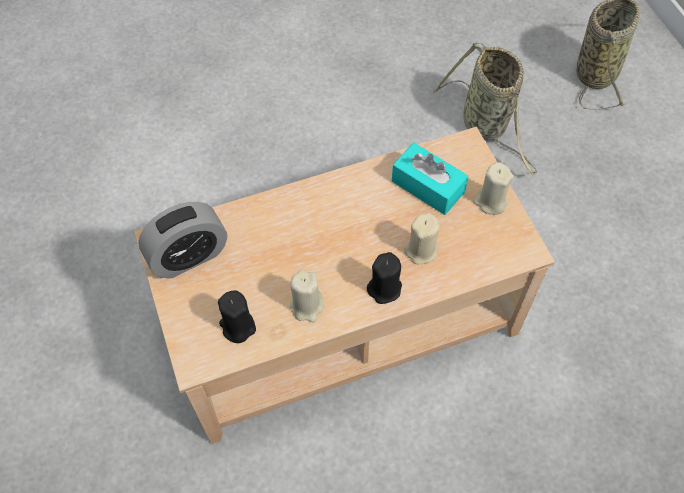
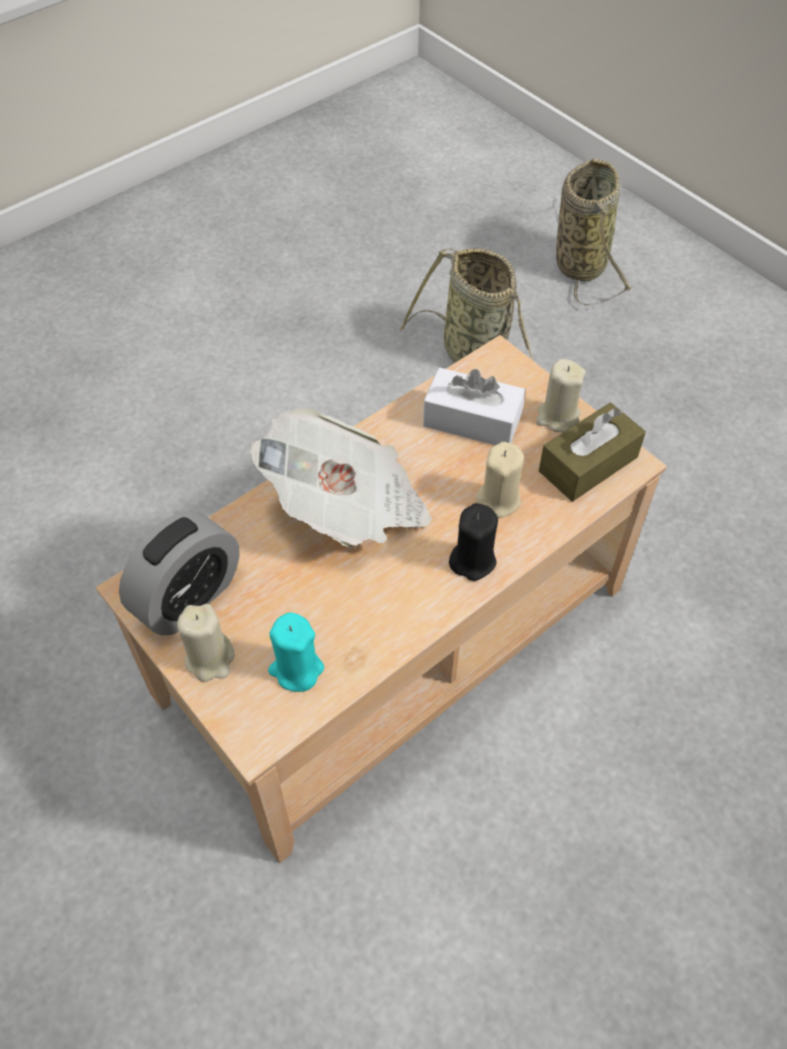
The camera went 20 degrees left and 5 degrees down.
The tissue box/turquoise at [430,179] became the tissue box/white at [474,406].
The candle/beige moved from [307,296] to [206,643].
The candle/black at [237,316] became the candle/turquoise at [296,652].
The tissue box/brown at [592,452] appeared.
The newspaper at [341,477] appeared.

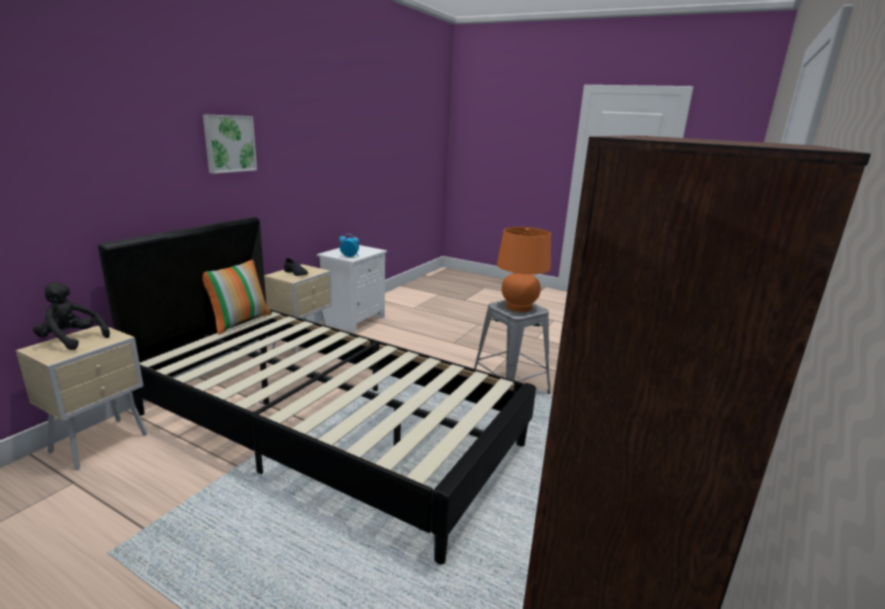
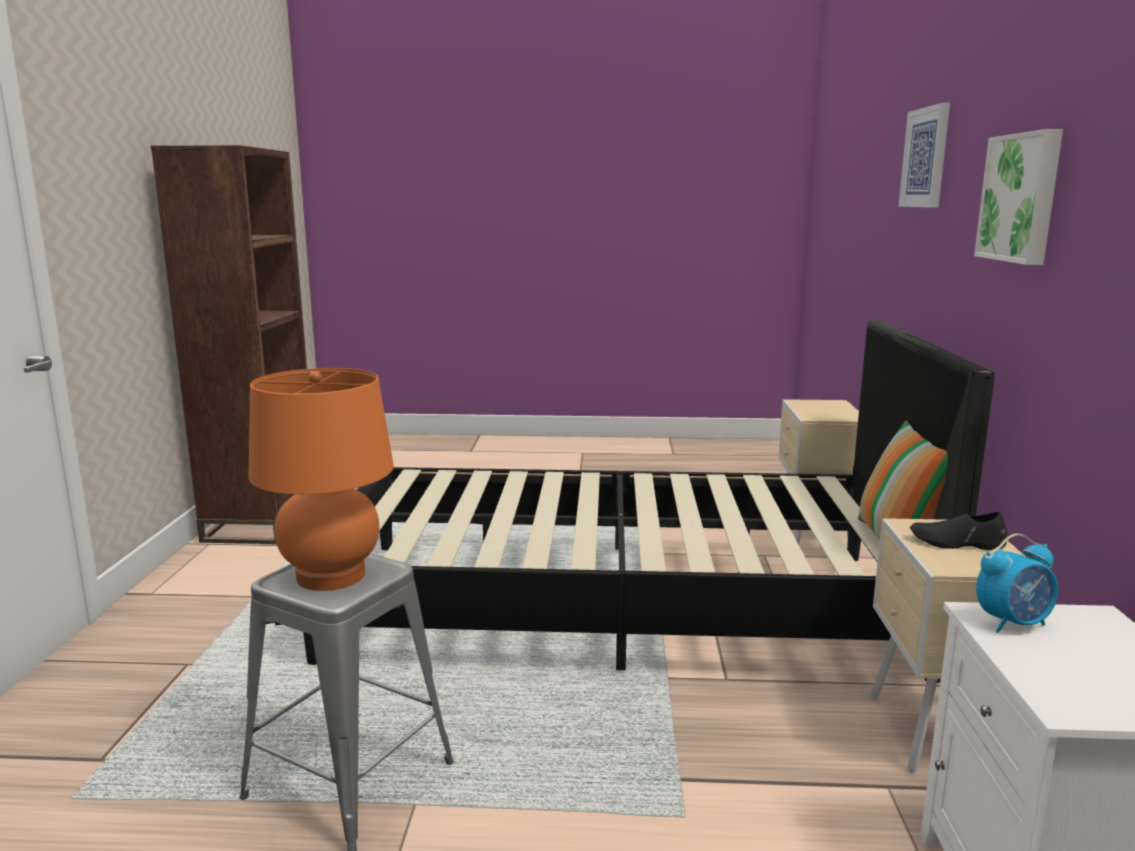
The camera went 155 degrees right and 5 degrees down.
The plush toy/black at [71,316] disappeared.
The picture at [924,155] appeared.

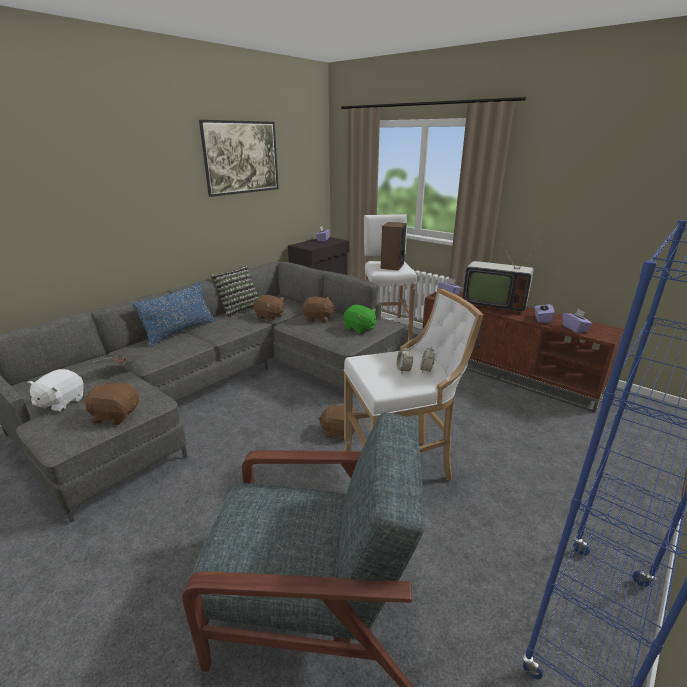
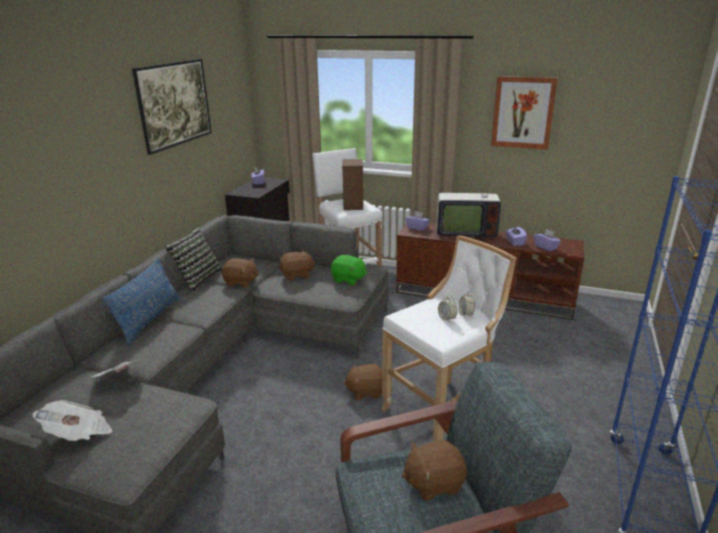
The camera went 20 degrees left and 0 degrees up.
The plush toy/white at [55,390] was replaced by the newspaper at [73,420].
The plush toy/brown moved from [111,403] to [434,470].
The picture at [524,113] appeared.

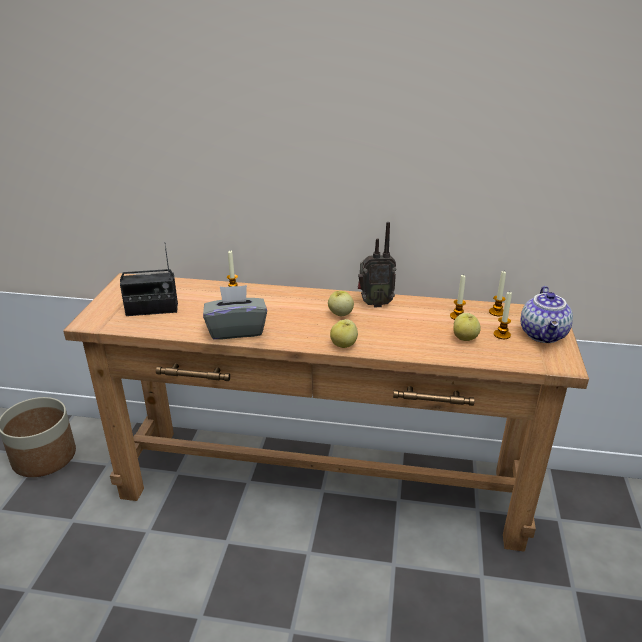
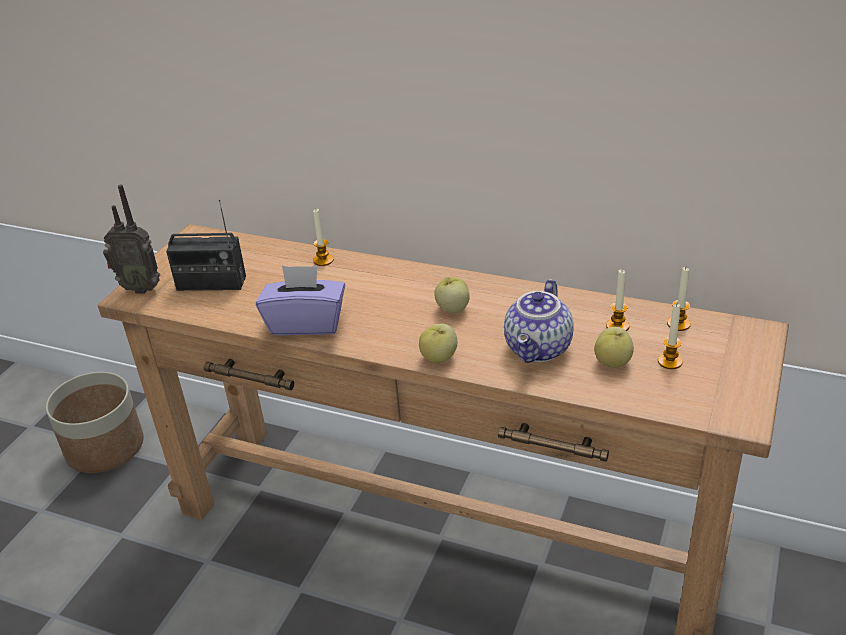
The camera went 15 degrees right and 5 degrees up.
The radio moved from [377,264] to [131,239].
The tissue box/grey at [235,312] became the tissue box/purple at [300,300].
The teapot moved from [547,314] to [539,321].

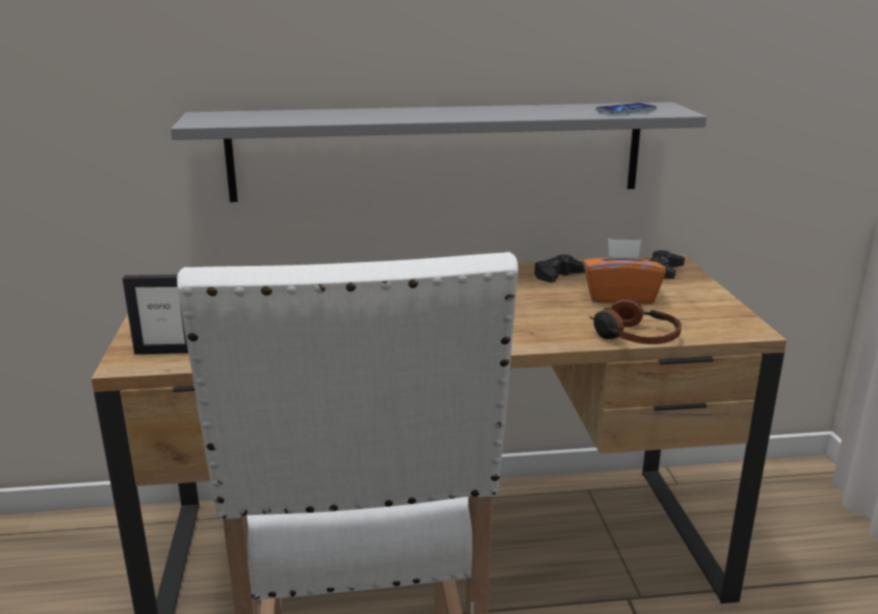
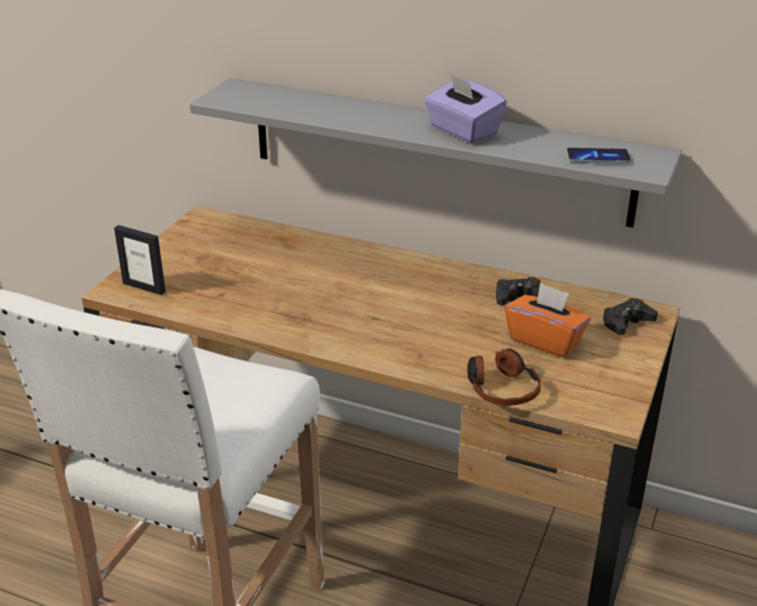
The camera went 30 degrees right and 10 degrees up.
The tissue box/purple at [465,108] appeared.

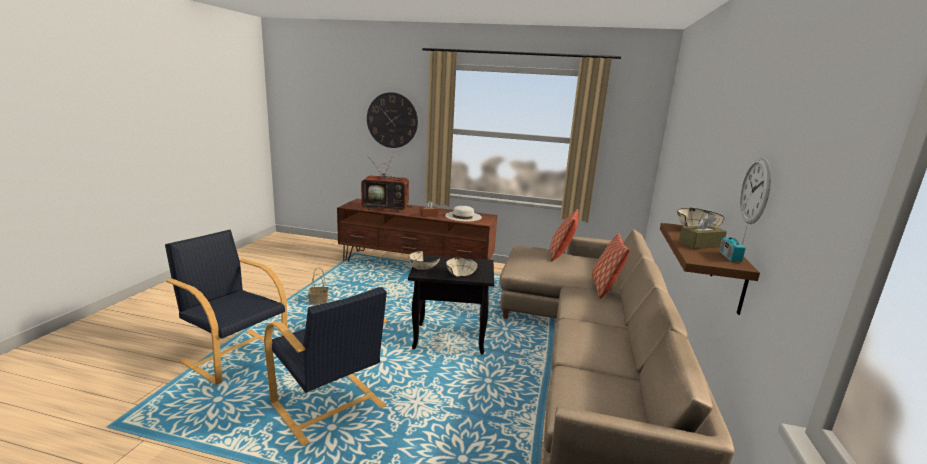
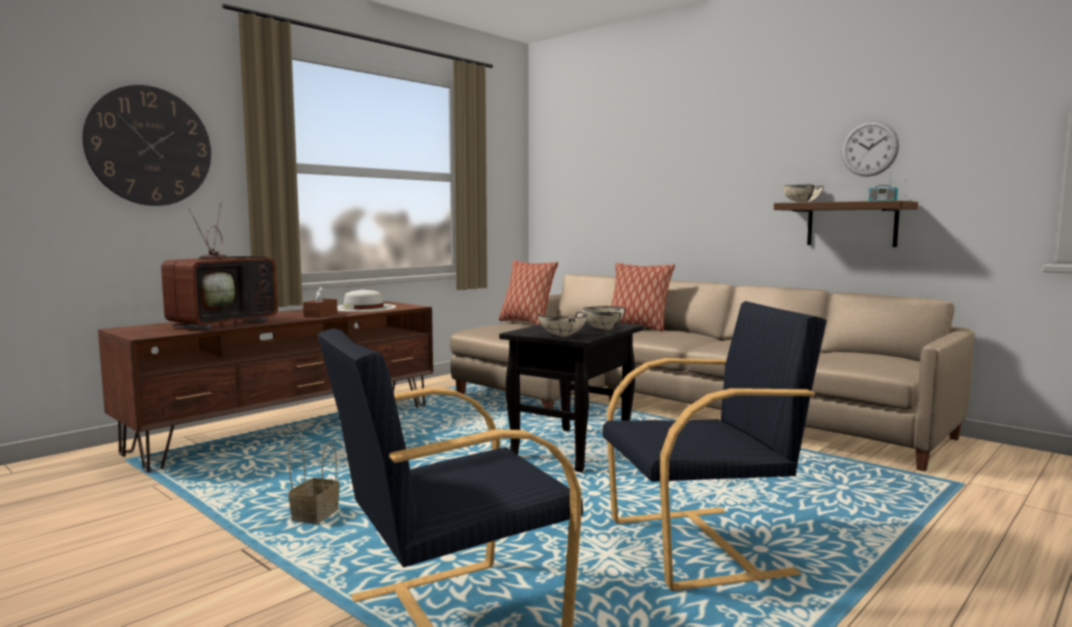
The camera went 60 degrees left and 10 degrees down.
The tissue box/brown at [703,231] disappeared.

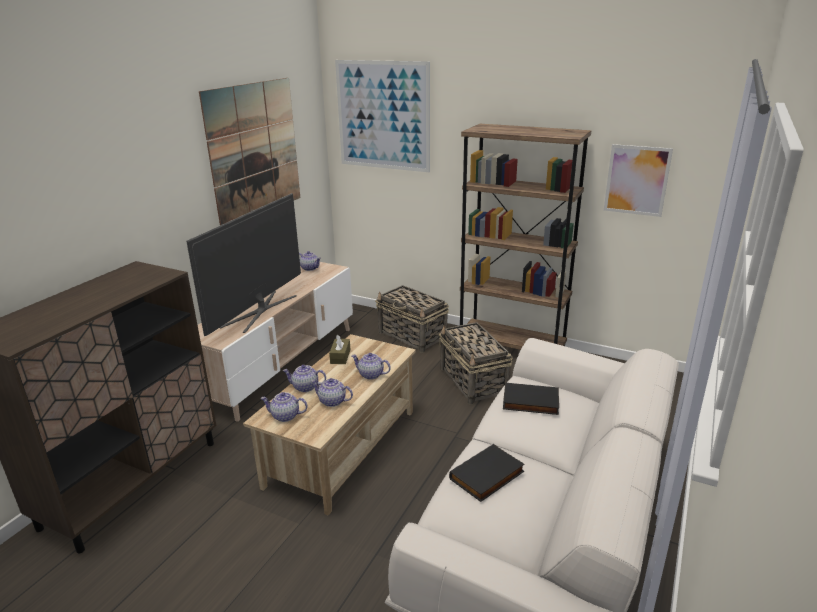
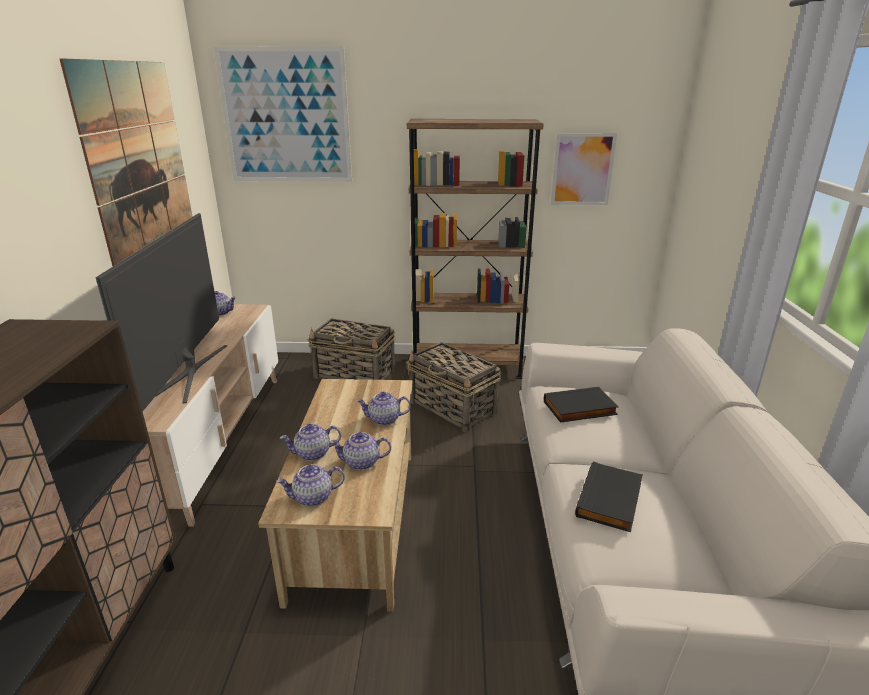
The camera went 25 degrees left and 0 degrees up.
The tissue box/brown at [339,349] disappeared.

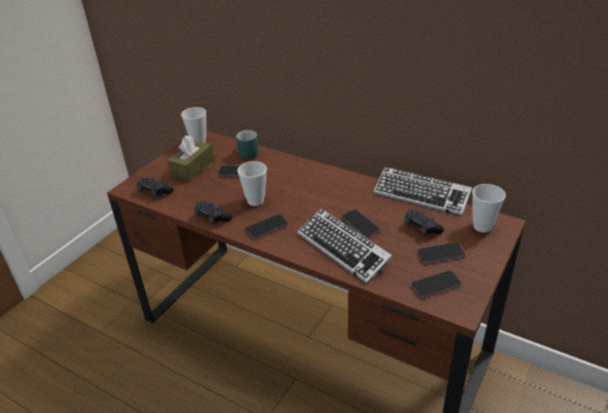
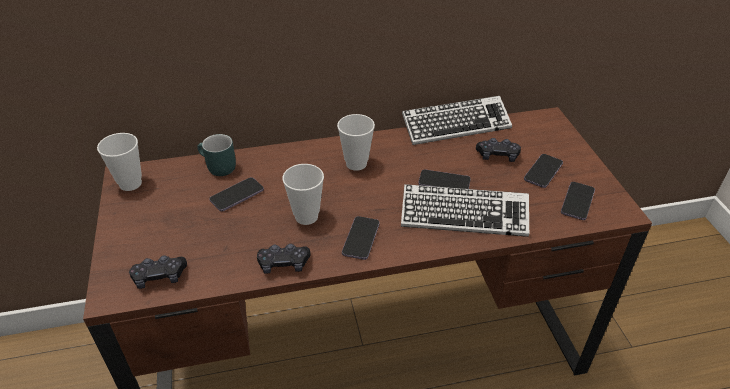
The camera went 45 degrees left and 5 degrees up.
The tissue box/brown at [191,158] disappeared.
The cup moved from [489,208] to [356,142].

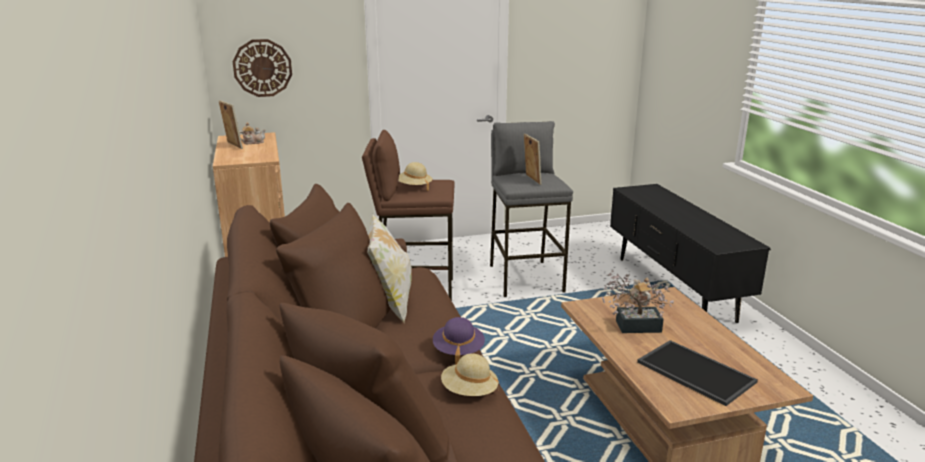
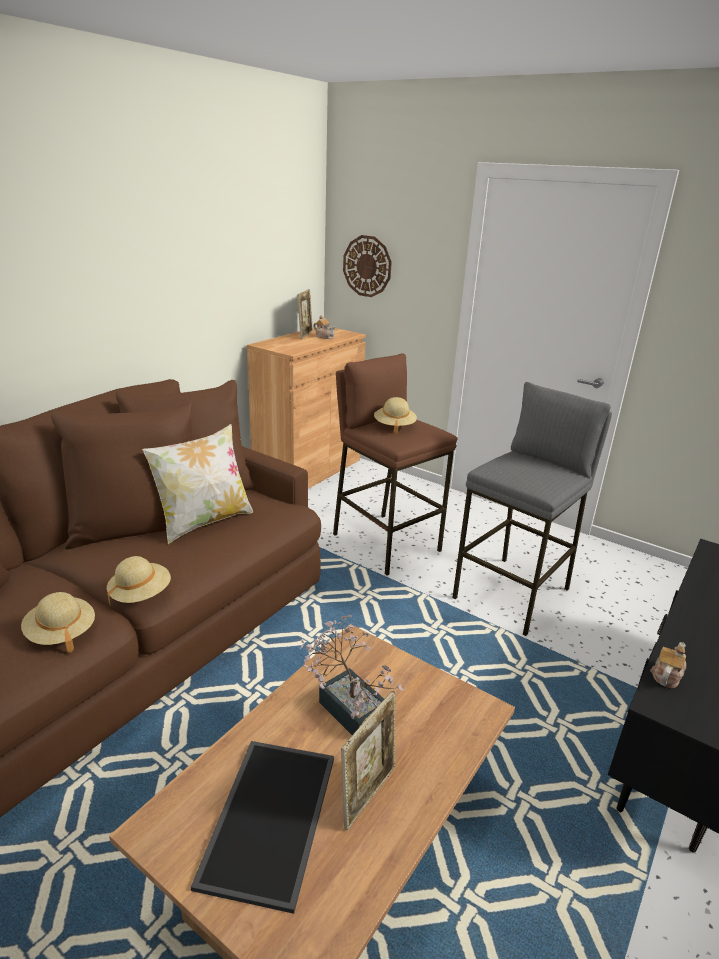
The camera went 50 degrees right and 5 degrees up.
The picture frame moved from [533,159] to [368,760].
The teapot moved from [641,292] to [668,665].
The hat/purple at [459,340] became the hat/beige at [139,580].

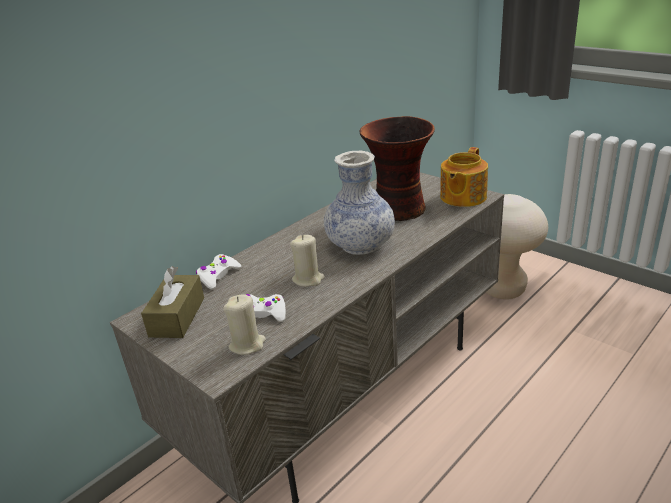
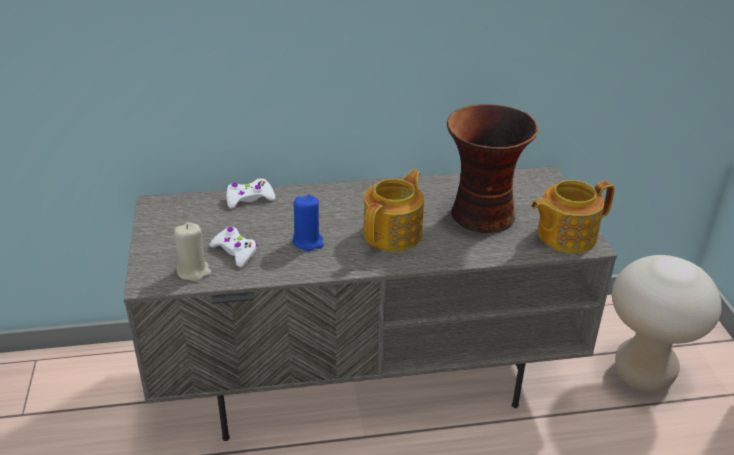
The camera went 35 degrees right and 5 degrees up.
The vase at [359,203] was replaced by the teapot at [393,210].
The candle/beige at [307,261] became the candle/blue at [308,223].
The tissue box/brown at [172,302] disappeared.

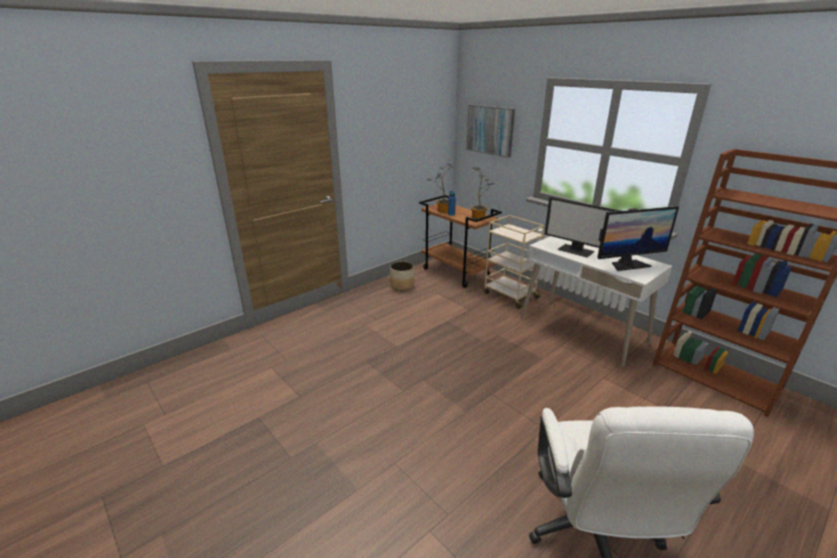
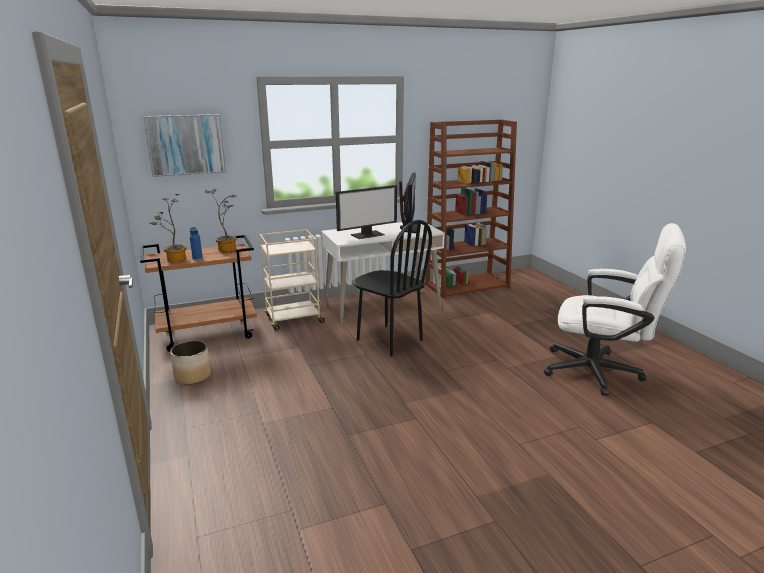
The camera went 70 degrees left and 5 degrees down.
The chair/black at [392,288] appeared.

